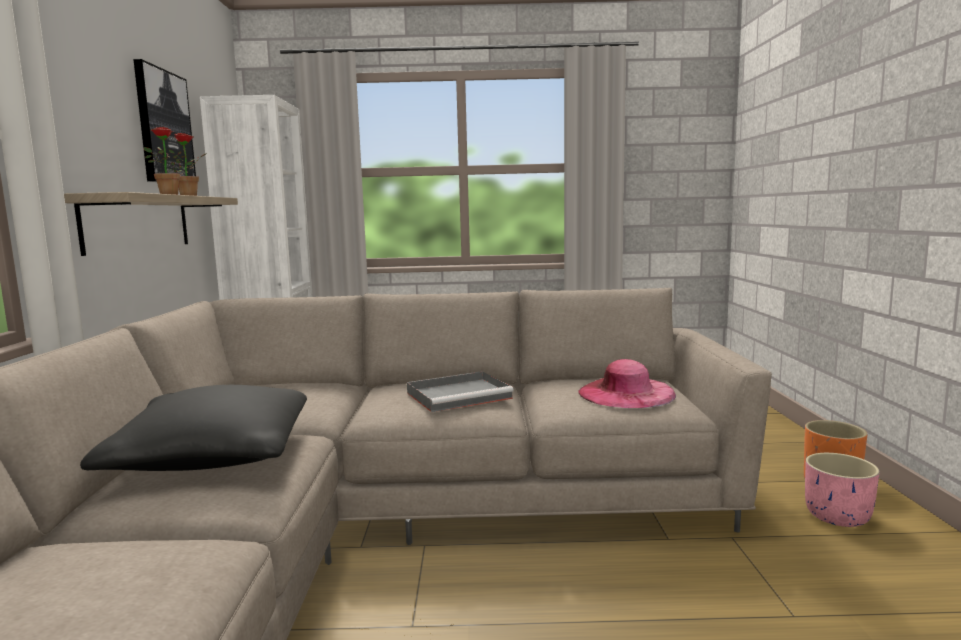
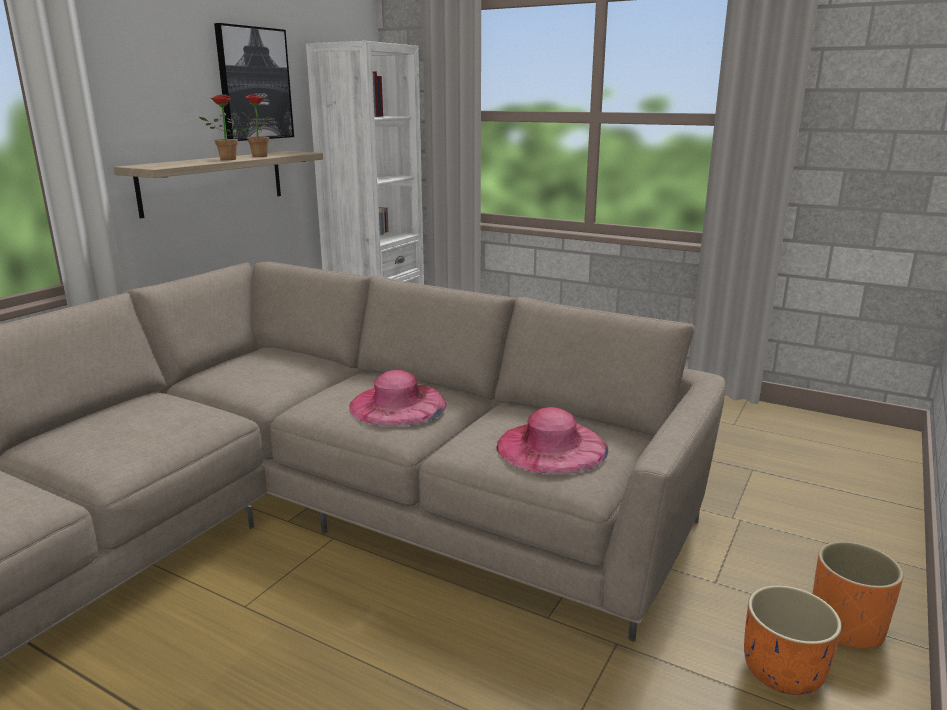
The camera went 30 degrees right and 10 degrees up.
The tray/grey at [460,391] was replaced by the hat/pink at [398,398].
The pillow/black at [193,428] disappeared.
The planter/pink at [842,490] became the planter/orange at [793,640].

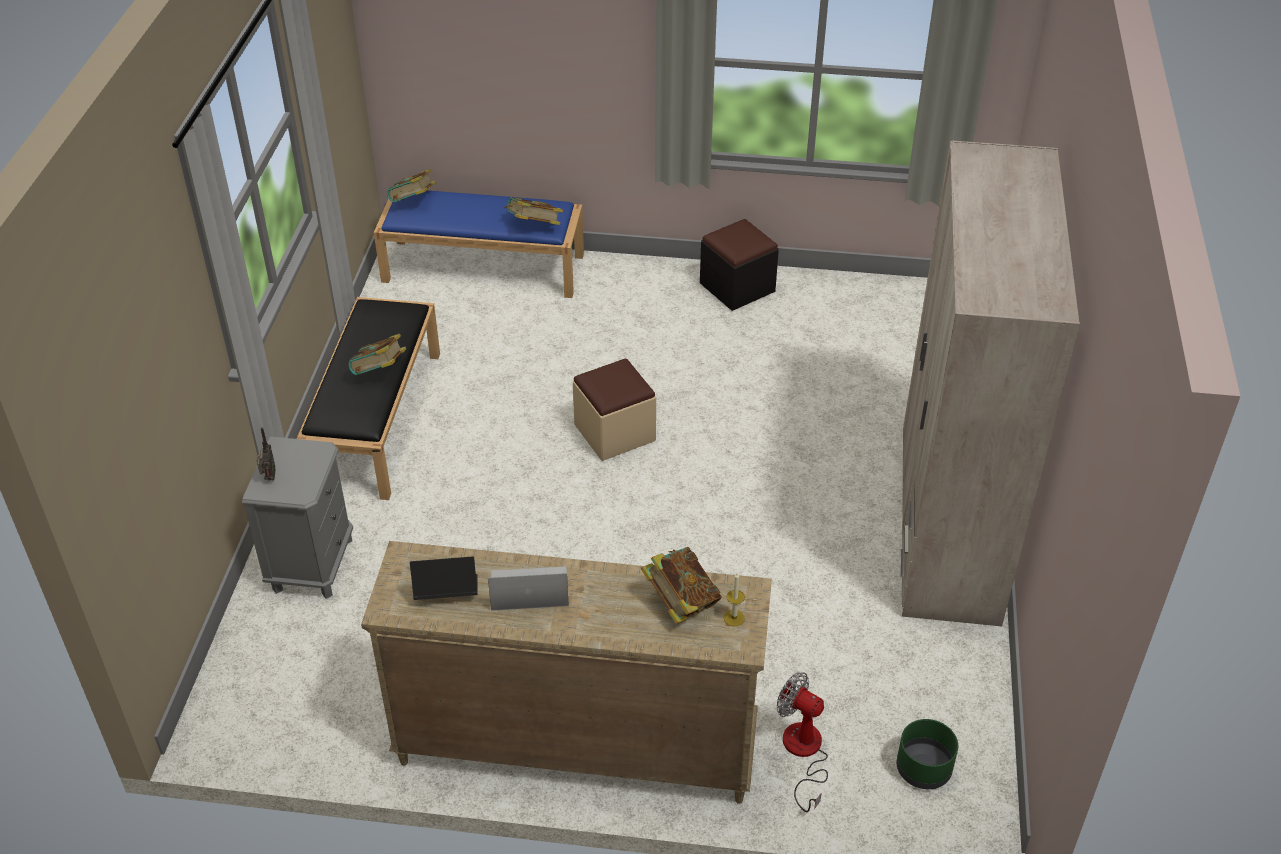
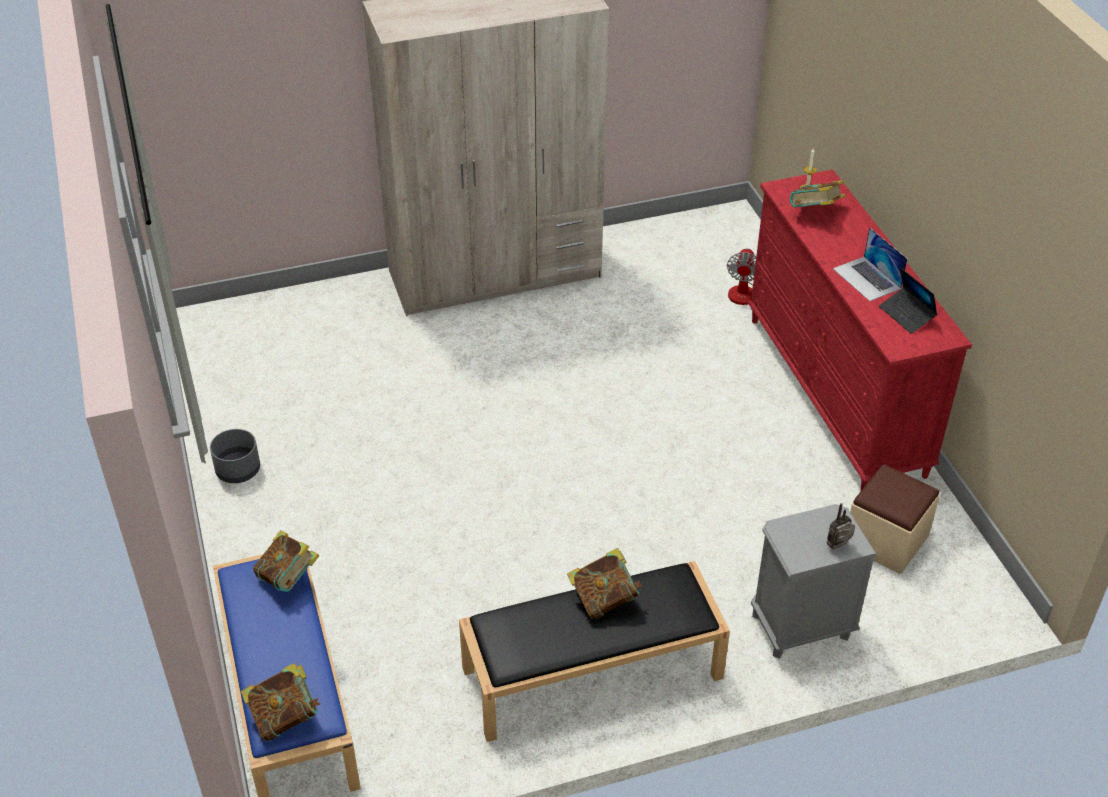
The camera went 115 degrees left and 0 degrees up.
The ottoman/black at [739,265] was replaced by the planter/grey at [235,456].
The ottoman/beige moved from [614,410] to [895,519].
The dresser/beige at [566,672] became the dresser/red at [860,330].
The planter/green at [927,754] disappeared.

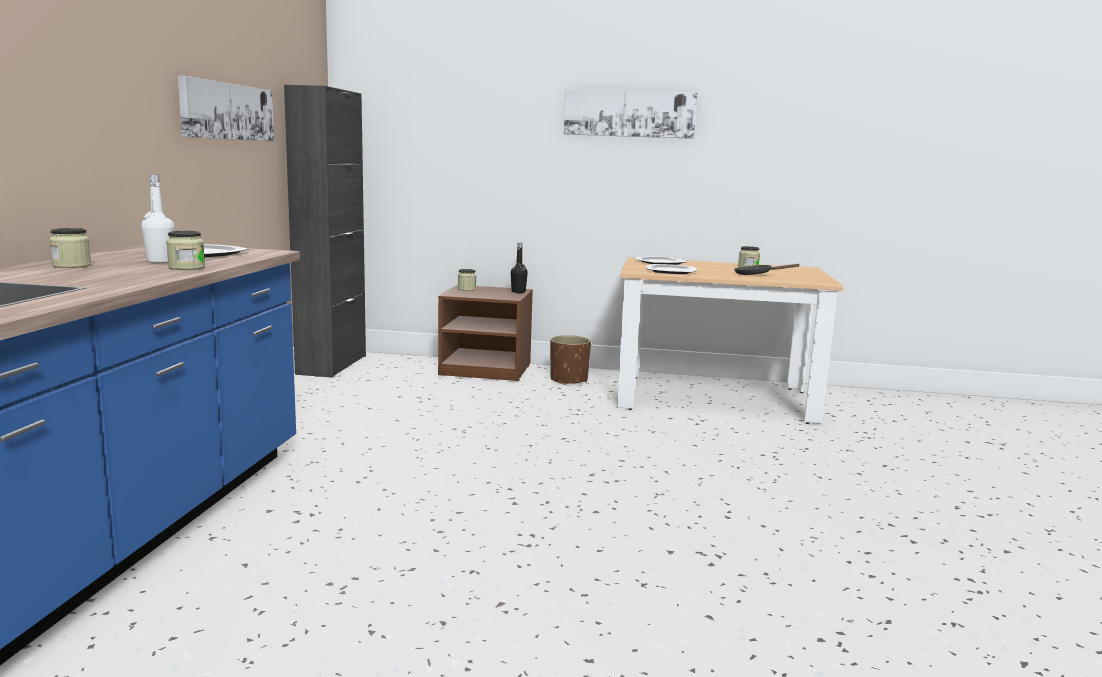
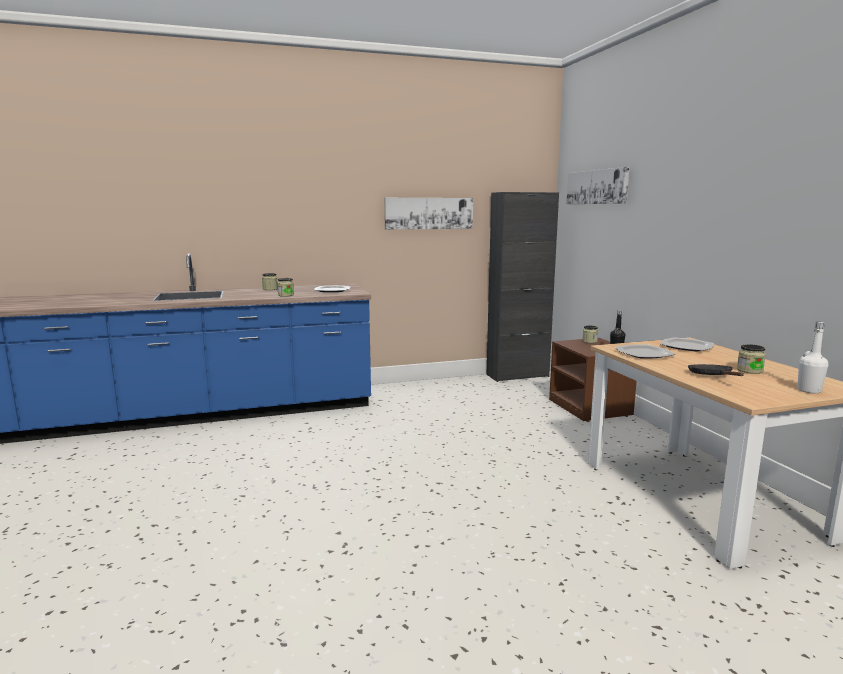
The camera went 65 degrees right and 0 degrees up.
The picture moved from [630,114] to [598,185].
The bottle/white moved from [158,218] to [813,358].
The planter/brown at [570,360] disappeared.

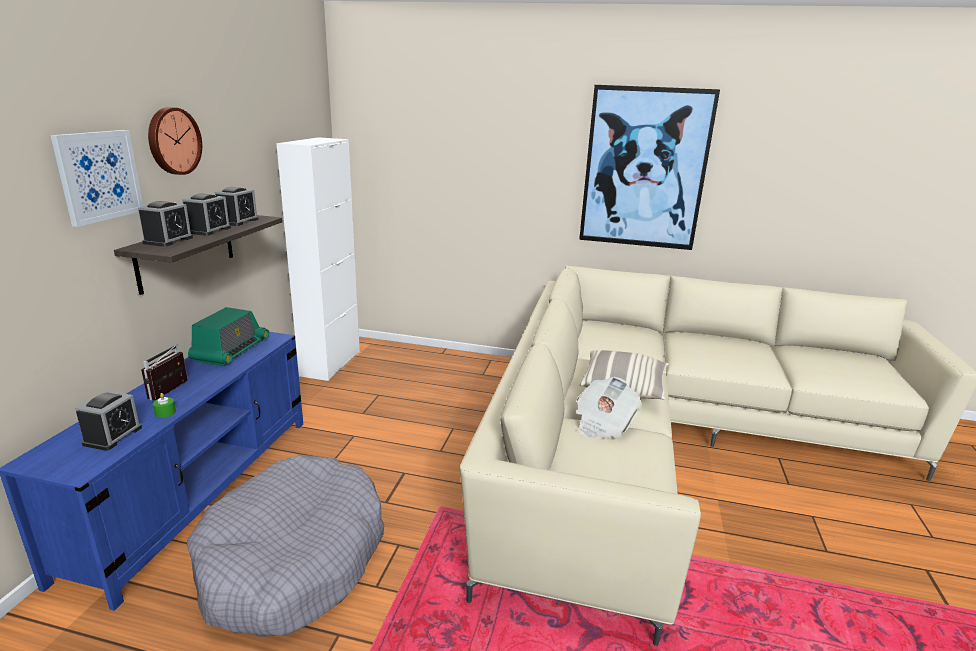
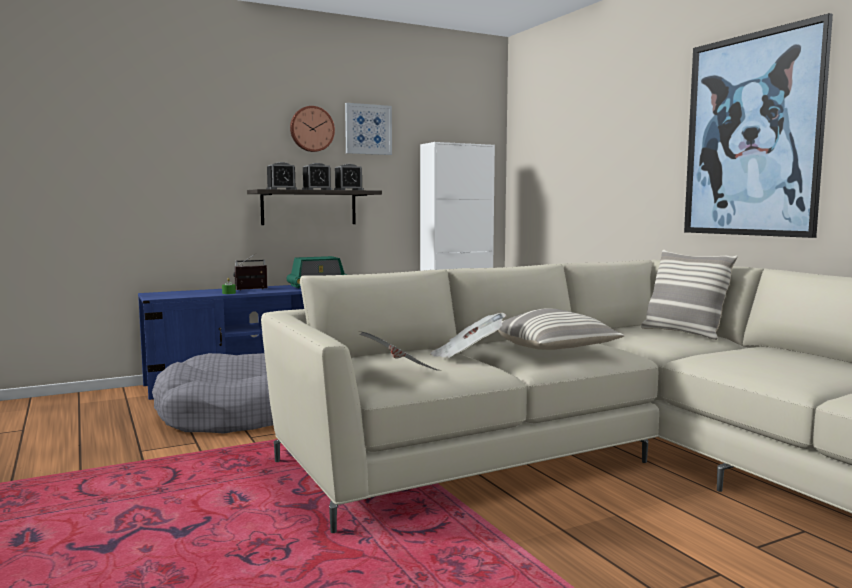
The camera went 50 degrees right and 15 degrees down.
The picture moved from [96,178] to [368,129].
The alarm clock at [108,420] disappeared.
The pillow at [689,295] appeared.
The newspaper at [400,351] appeared.

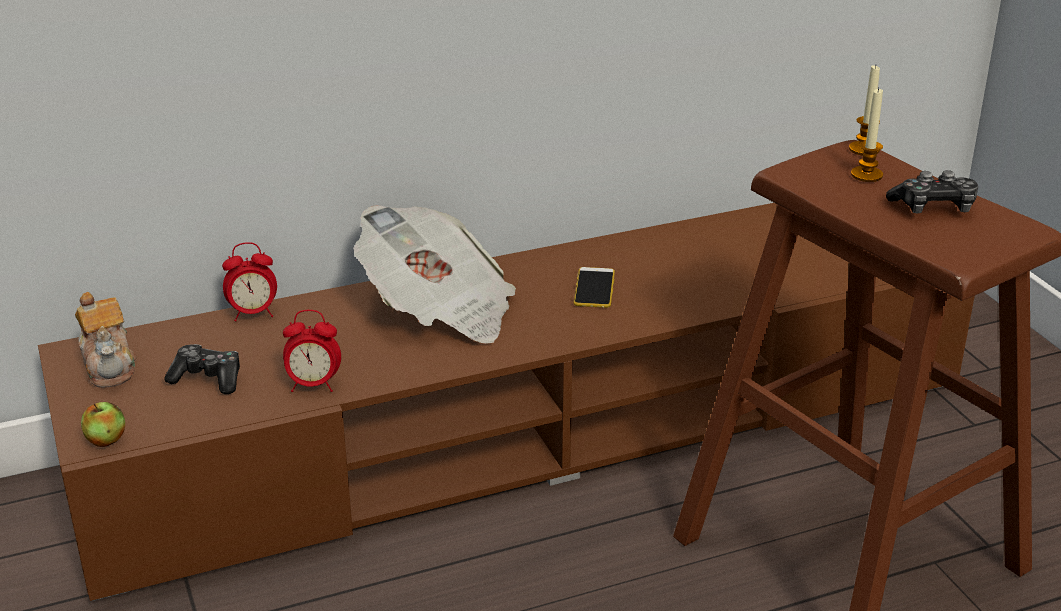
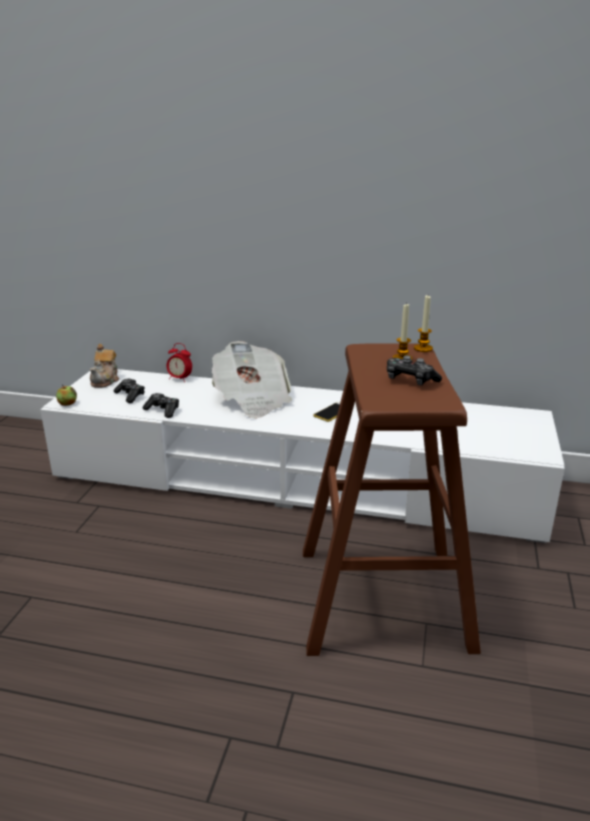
The camera went 35 degrees right and 5 degrees down.
The tv stand/brown at [506,402] became the tv stand/white at [302,456].
The alarm clock at [312,351] was replaced by the game controller at [161,405].

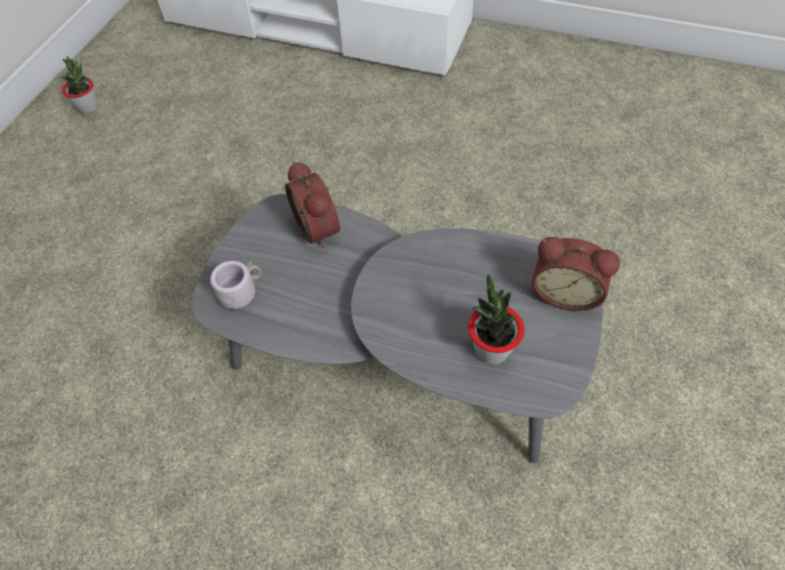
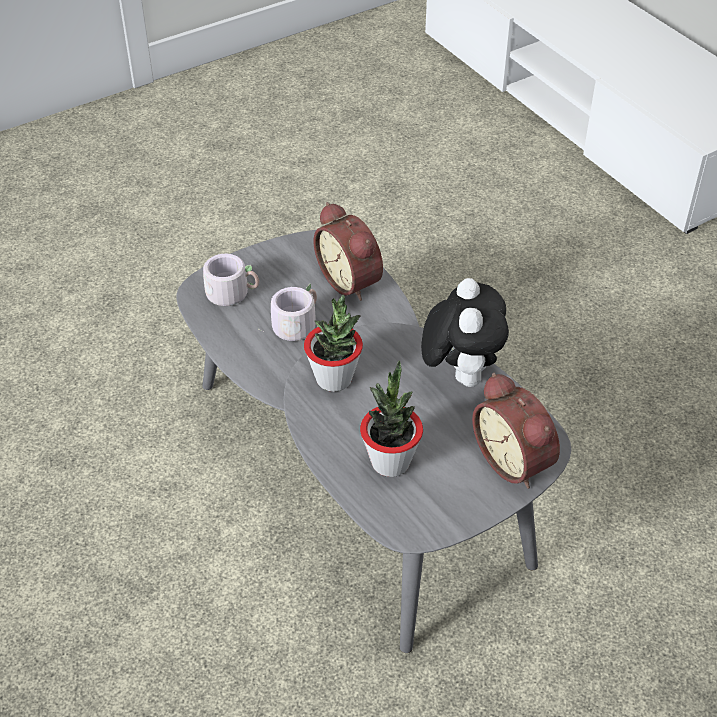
The camera went 35 degrees right and 10 degrees down.
The potted plant moved from [79,85] to [333,343].
The alarm clock at [312,204] turned 45 degrees counterclockwise.
The plush toy at [465,332] appeared.
The mug/grey at [289,312] appeared.

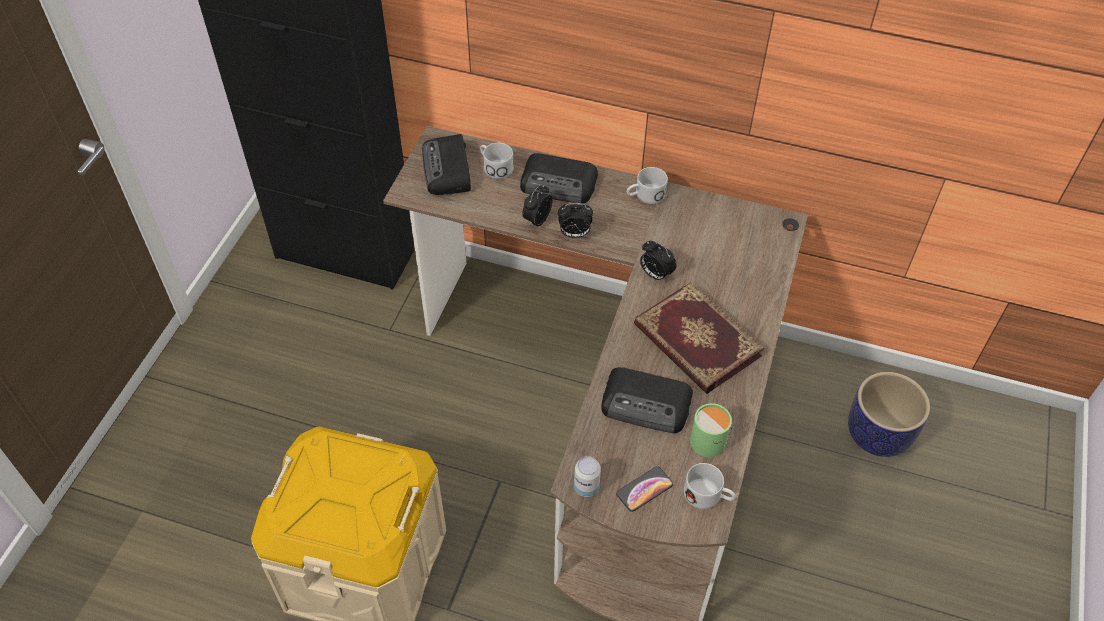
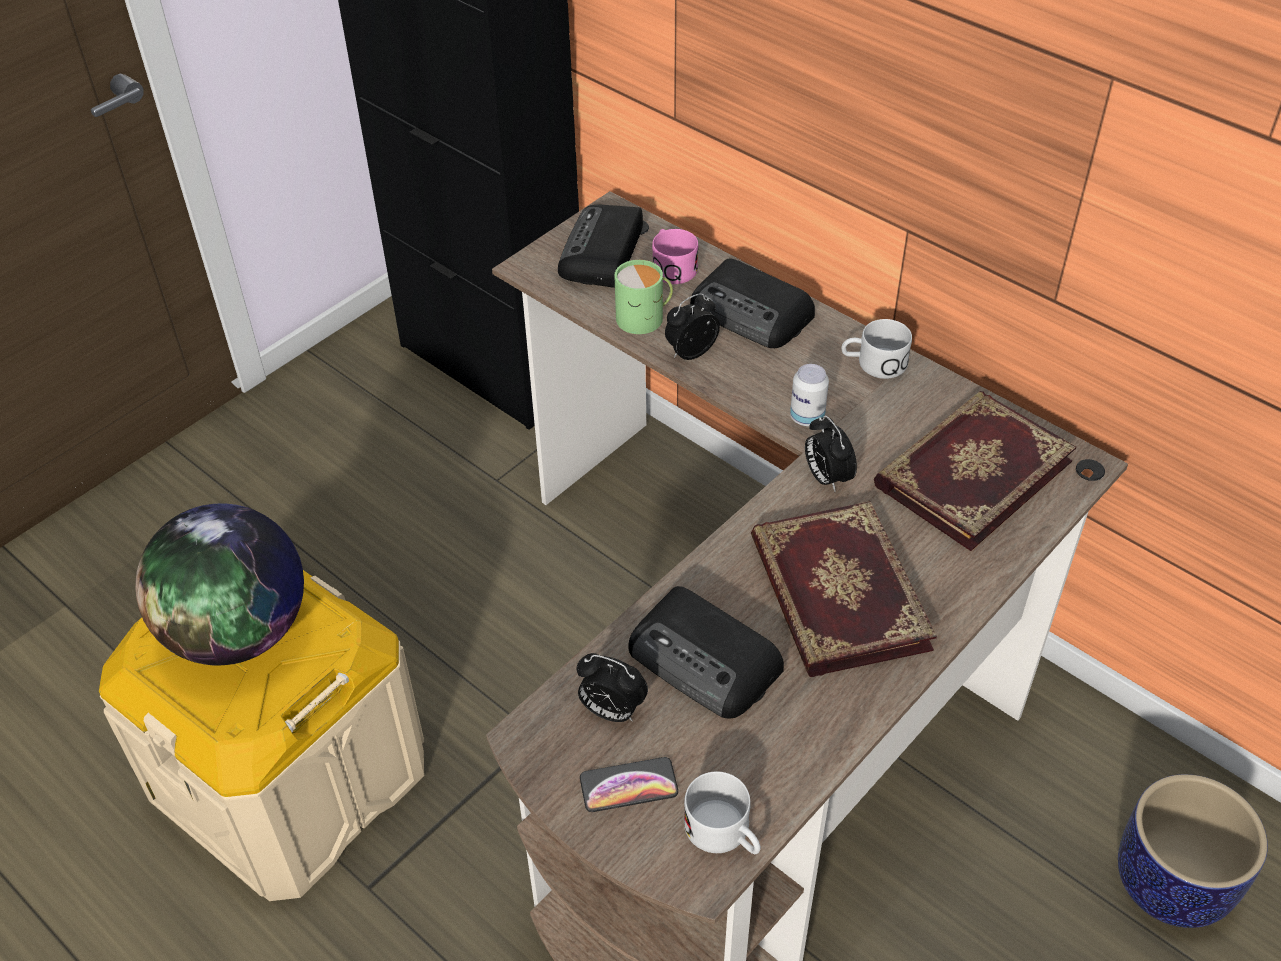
The camera went 25 degrees right and 5 degrees down.
The mug/white at [497,161] became the mug/pink at [675,256].
The alarm clock moved from [575,220] to [612,687].
The mug/green moved from [711,430] to [643,297].
The can moved from [587,476] to [809,395].
The book at [975,471] appeared.
The globe at [219,584] appeared.

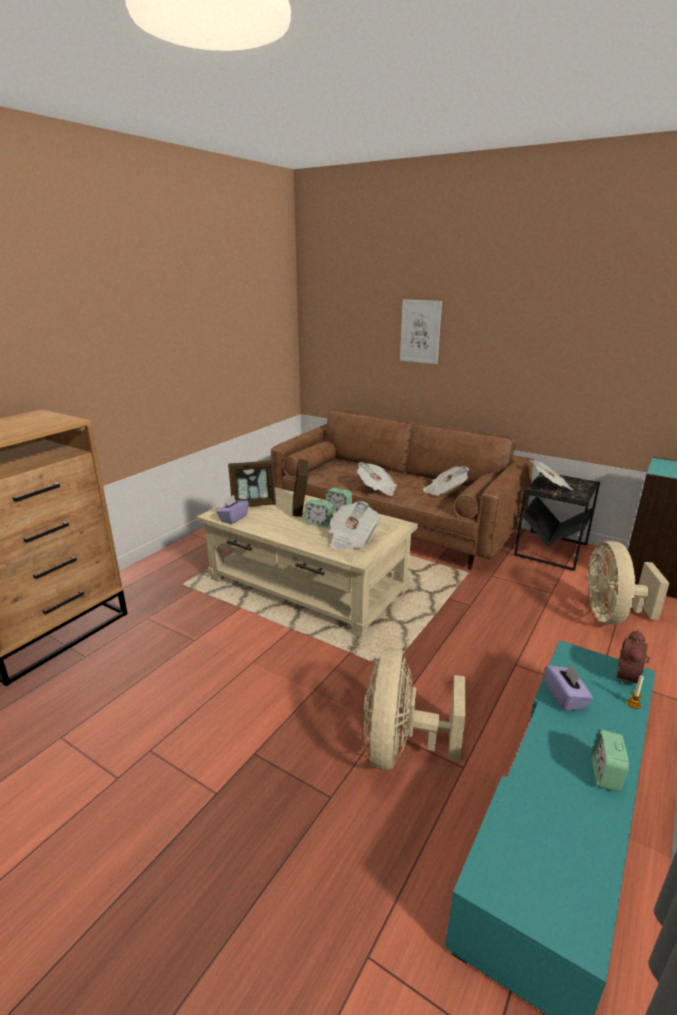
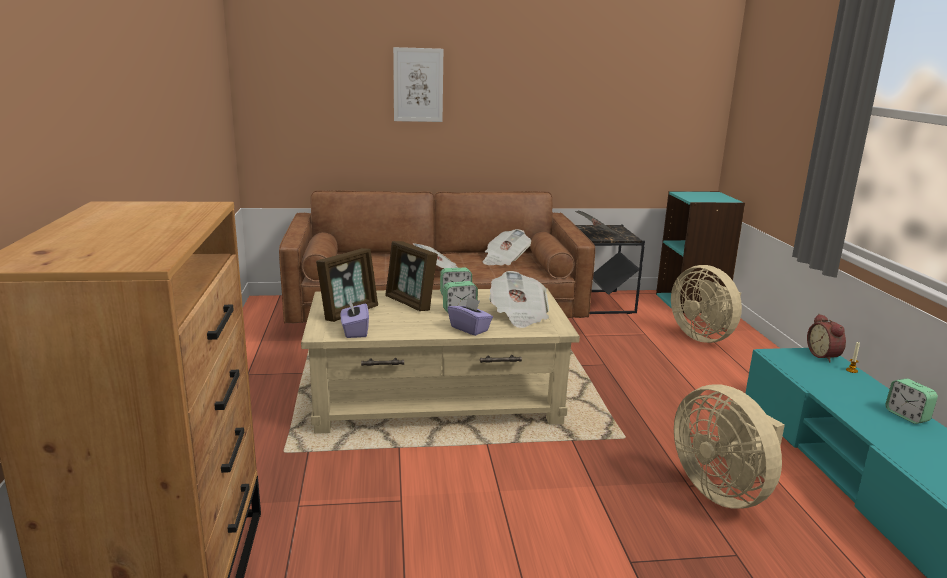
The camera went 40 degrees left and 5 degrees down.
The tissue box/purple moved from [569,687] to [470,316].

